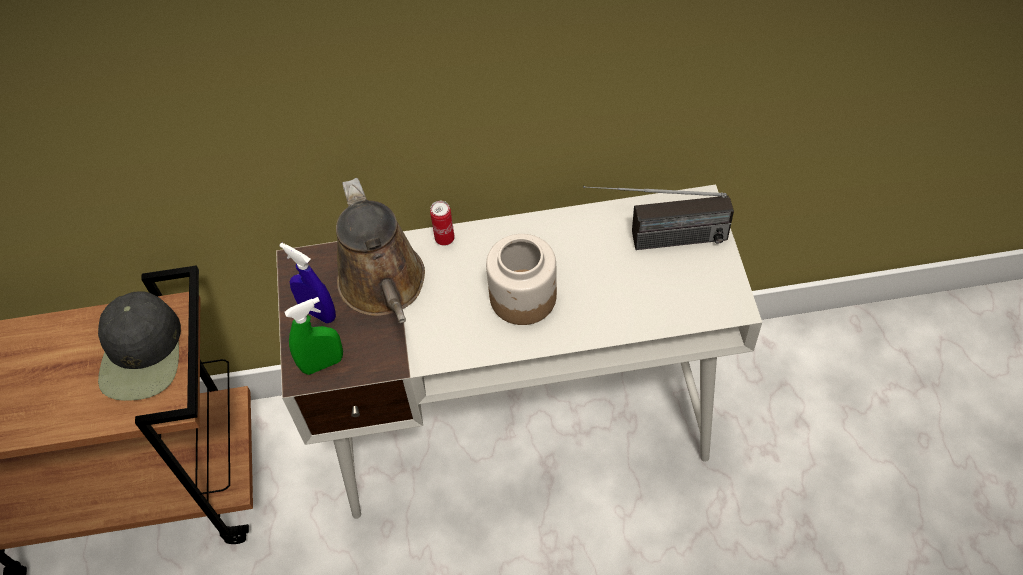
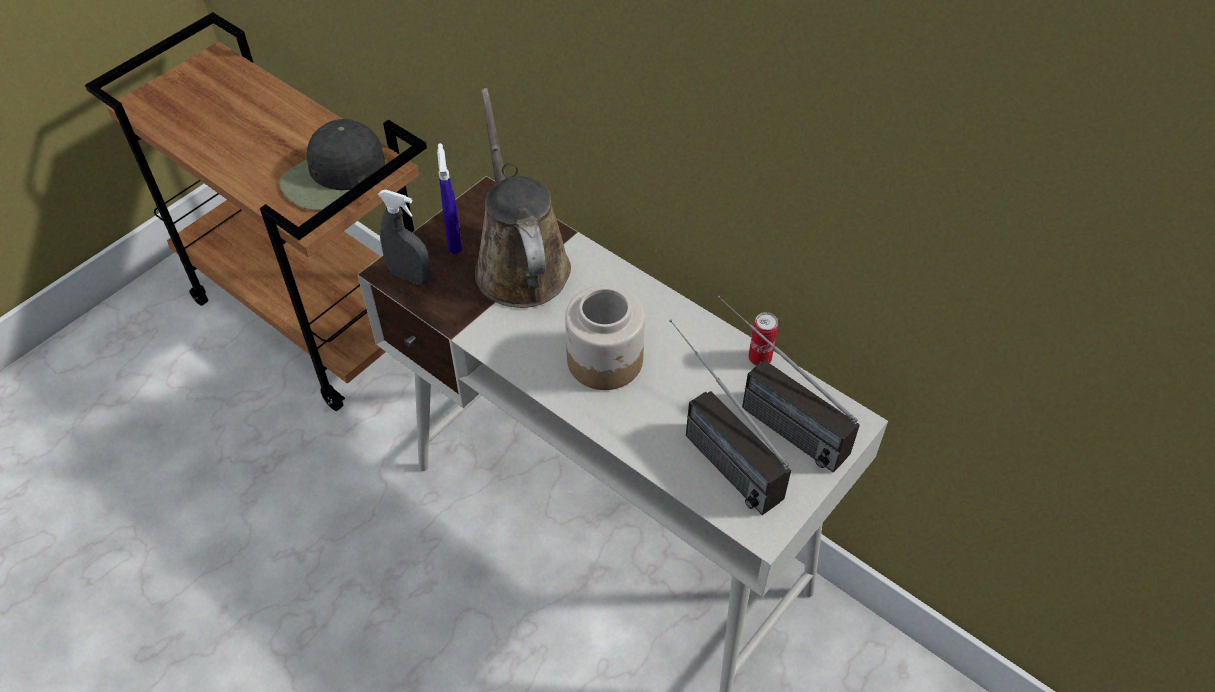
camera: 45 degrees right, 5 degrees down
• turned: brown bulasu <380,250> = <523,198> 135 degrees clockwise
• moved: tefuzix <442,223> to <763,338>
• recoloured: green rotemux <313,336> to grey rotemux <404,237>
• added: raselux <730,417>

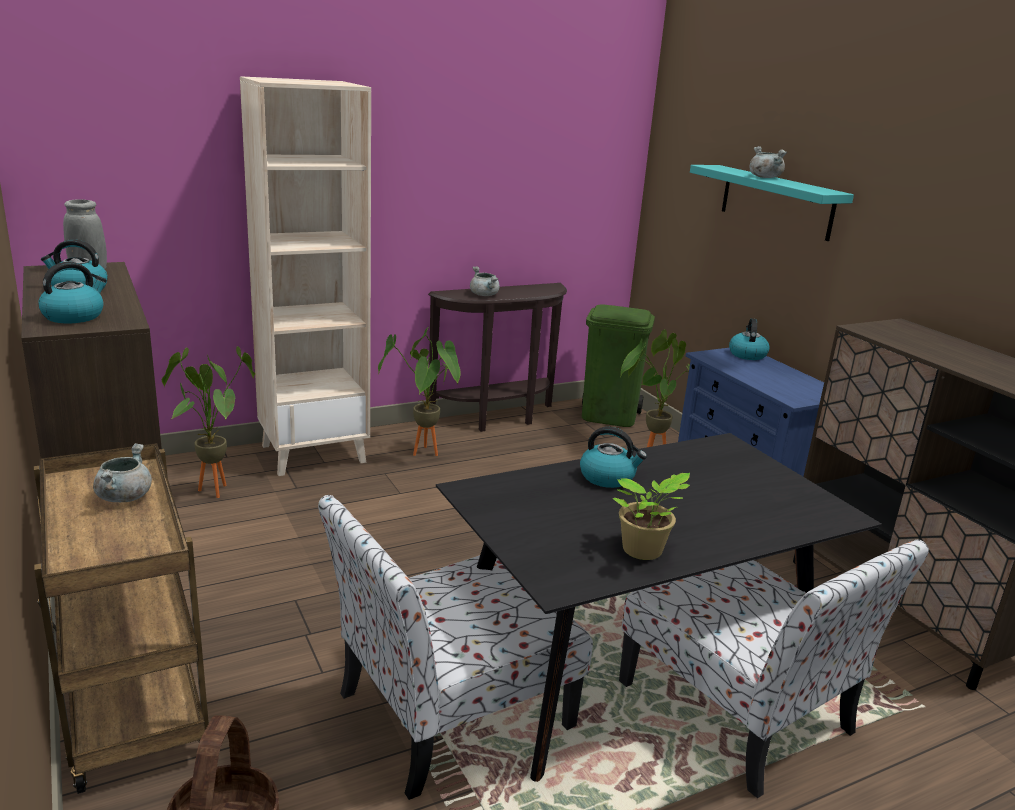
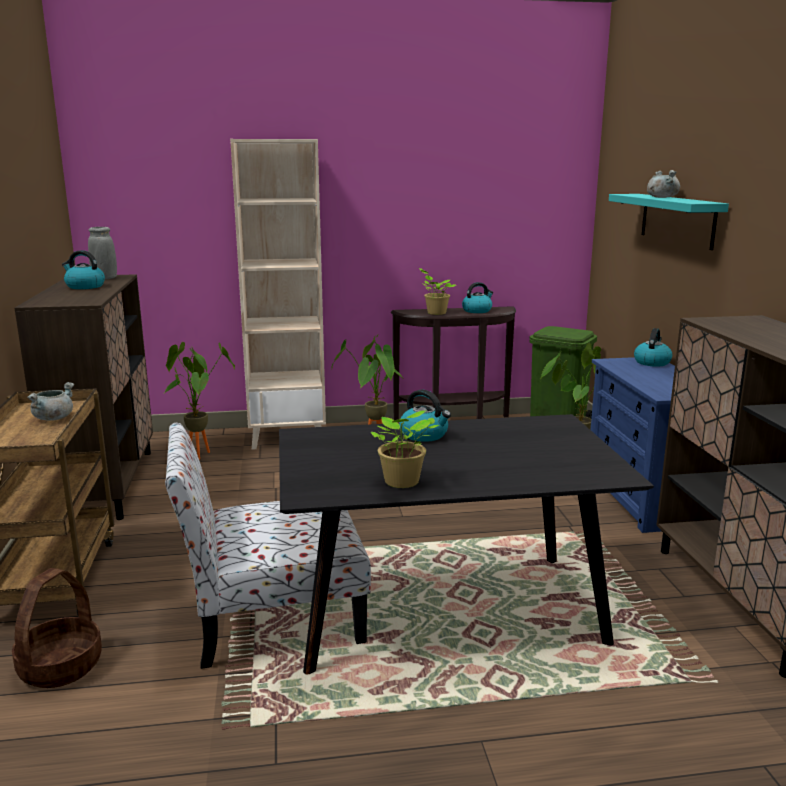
camera: 20 degrees right, 5 degrees down
• moved: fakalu <72,292> to <477,297>
• replaced: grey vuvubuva <485,281> to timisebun <437,291>
• removed: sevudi <774,669>

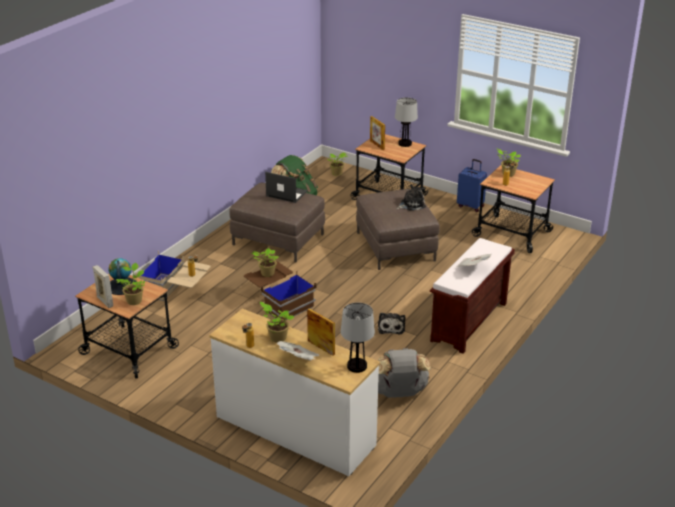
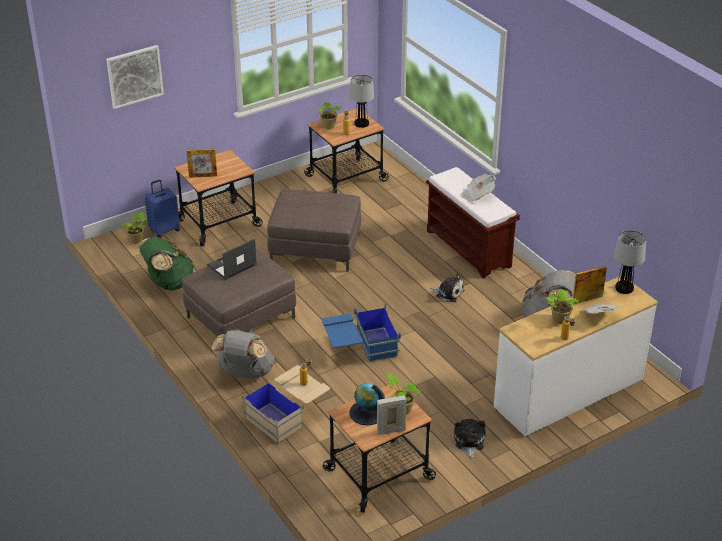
camera: 65 degrees left, 5 degrees up
• moved: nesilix <406,122> to <361,101>
• moved: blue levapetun <472,185> to <162,209>
• moved: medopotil <411,197> to <469,439>
• removed: timisebun <265,262>
• recoloured: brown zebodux <280,290> to blue zebodux <361,333>
• added: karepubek <135,77>
• added: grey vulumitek <243,354>

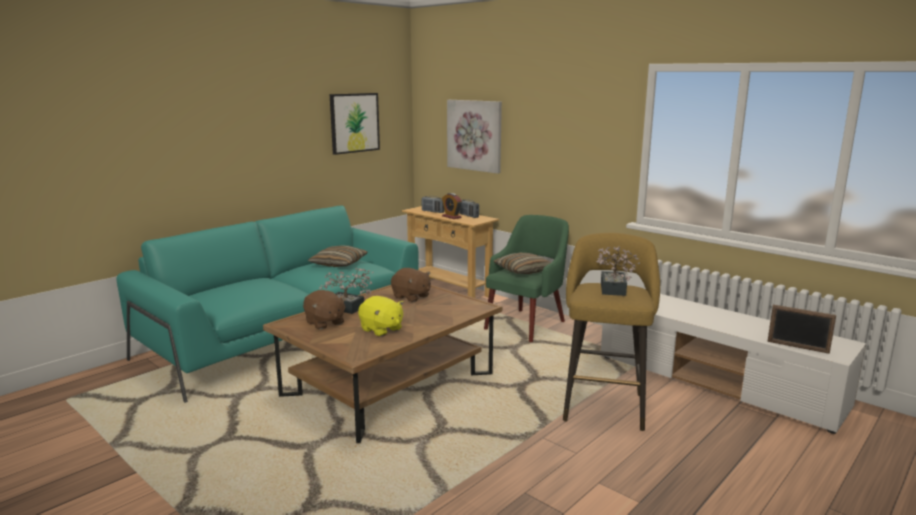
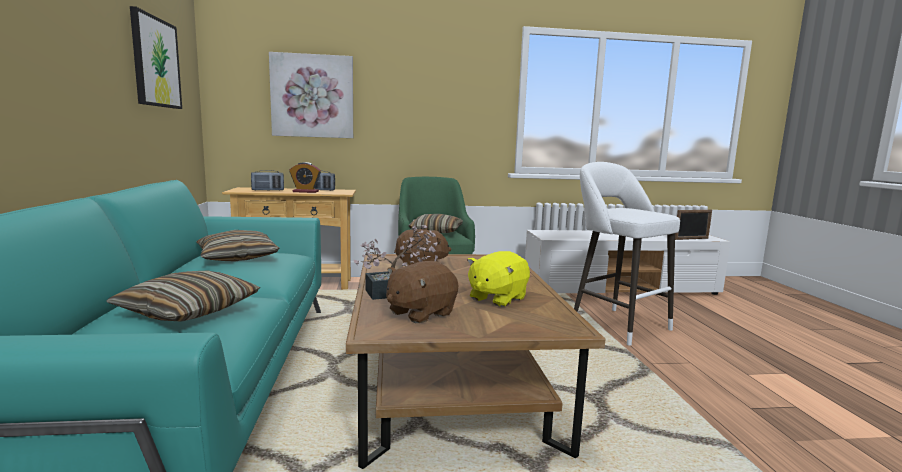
camera: 50 degrees left, 5 degrees down
• recoloured: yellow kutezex <611,332> to white kutezex <627,254>
• removed: timisebun <618,271>
• turned: brown medopotil <324,310> = <422,292> 135 degrees clockwise
• turned: yellow medopotil <381,316> = <498,279> 135 degrees clockwise
• added: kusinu <183,296>

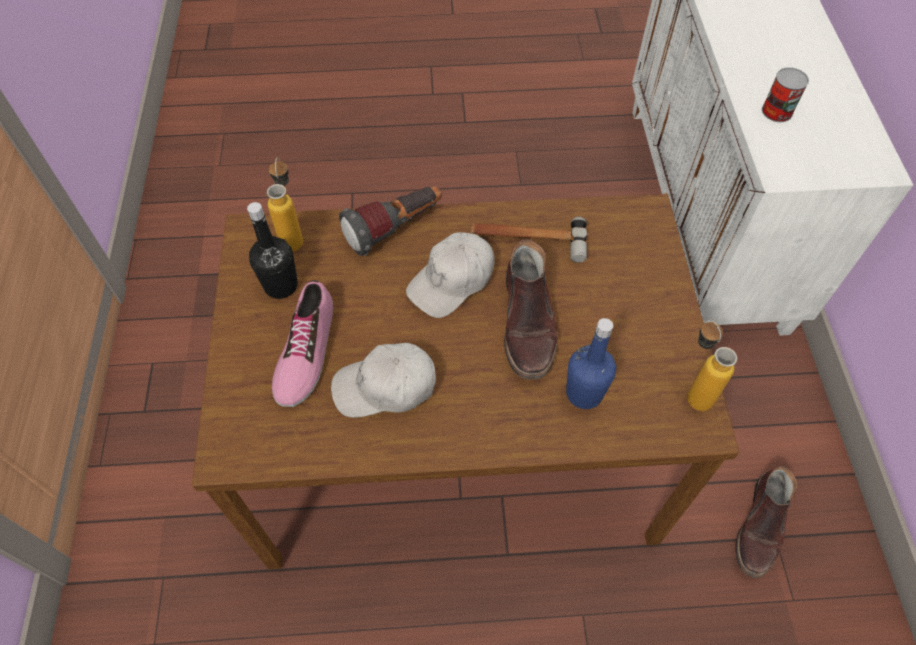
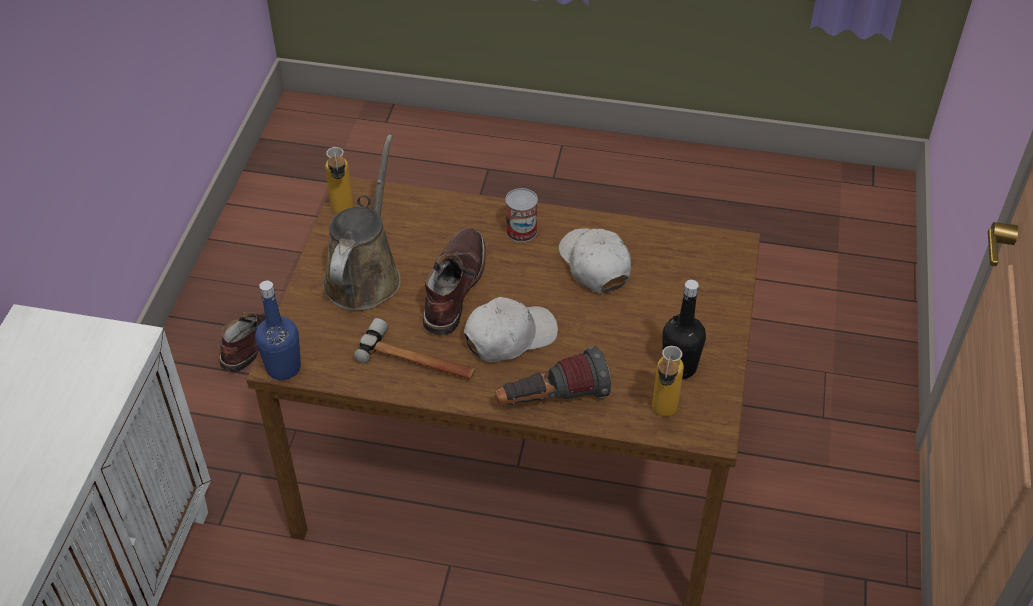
camera: 165 degrees left, 10 degrees down
• moved: tefuzix <785,94> to <521,215>
• removed: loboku <302,343>
• moved: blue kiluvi <591,363> to <278,330>
• turned: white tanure <383,380> = <595,260> 120 degrees counterclockwise
• added: brown bulasu <361,223>

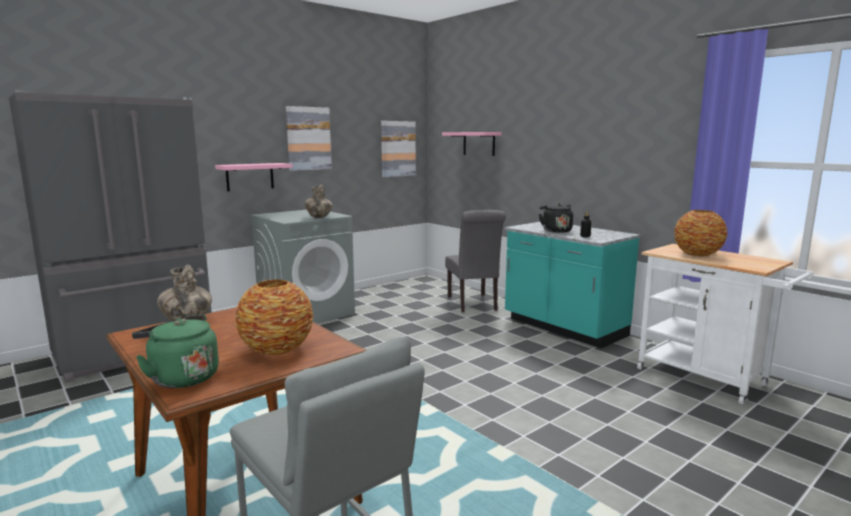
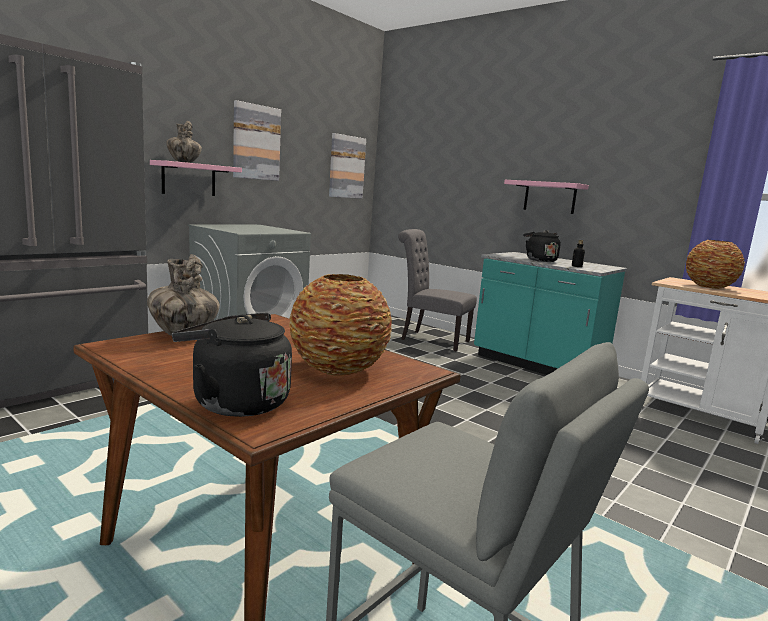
camera: 10 degrees left, 0 degrees up
• moved: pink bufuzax <472,144> to <546,197>
• moved: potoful <318,201> to <184,142>
• turned: grey sevudi <475,261> = <437,290> 135 degrees clockwise
• recoloured: green fakalu <175,351> to black fakalu <232,365>

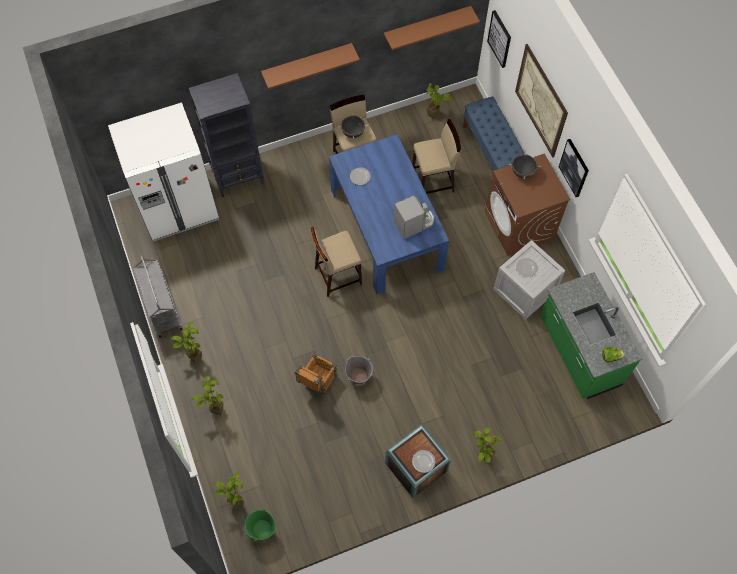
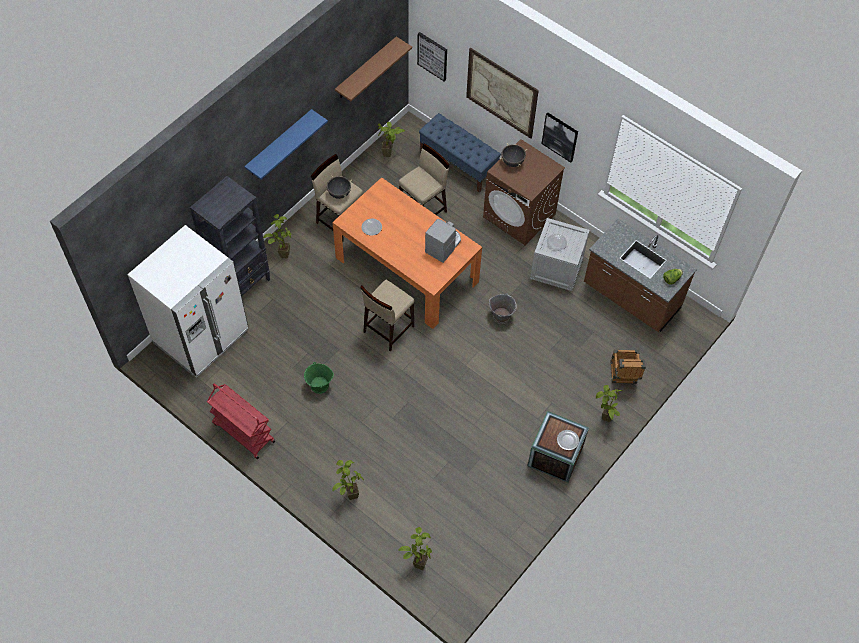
camera: 30 degrees left, 5 degrees down
• recoloured: brown bufuzax <310,66> to blue bufuzax <286,144>
• recoloured: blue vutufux <389,214> to orange vutufux <407,253>
• recoloured: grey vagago <158,296> to red vagago <241,421>
• recoloured: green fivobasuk <591,335> to brown fivobasuk <640,275>
• moved: timisebun <186,342> to <277,236>
• moved: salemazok <316,373> to <628,366>
• moved: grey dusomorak <359,371> to <503,308>
• moved: green dusomorak <260,524> to <319,378>

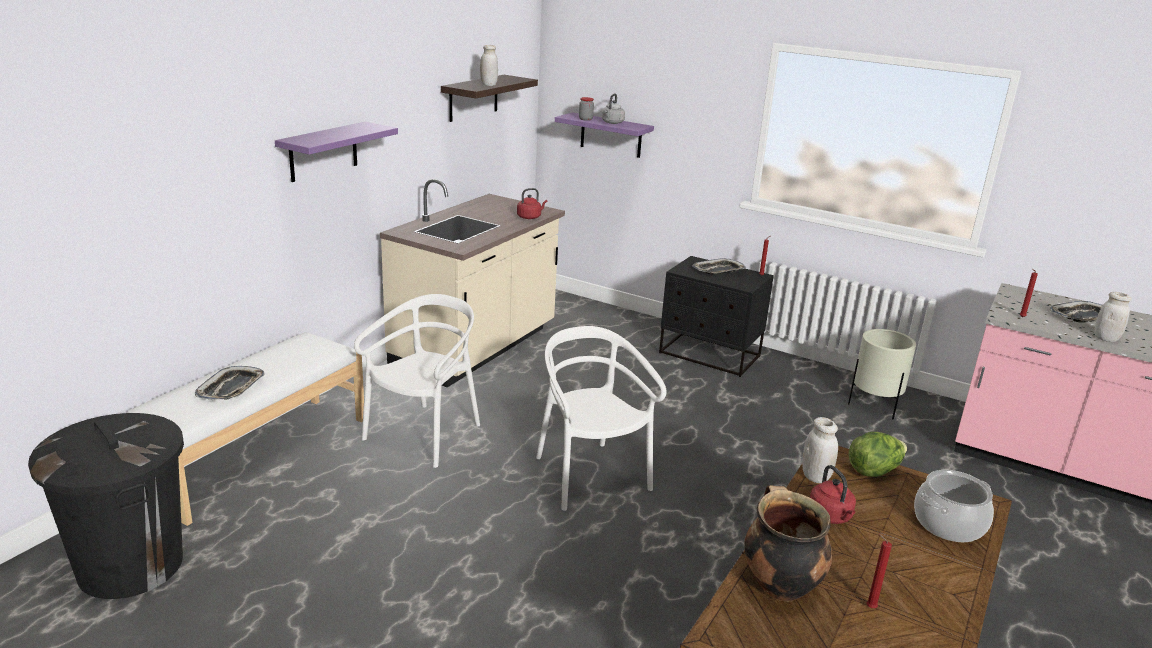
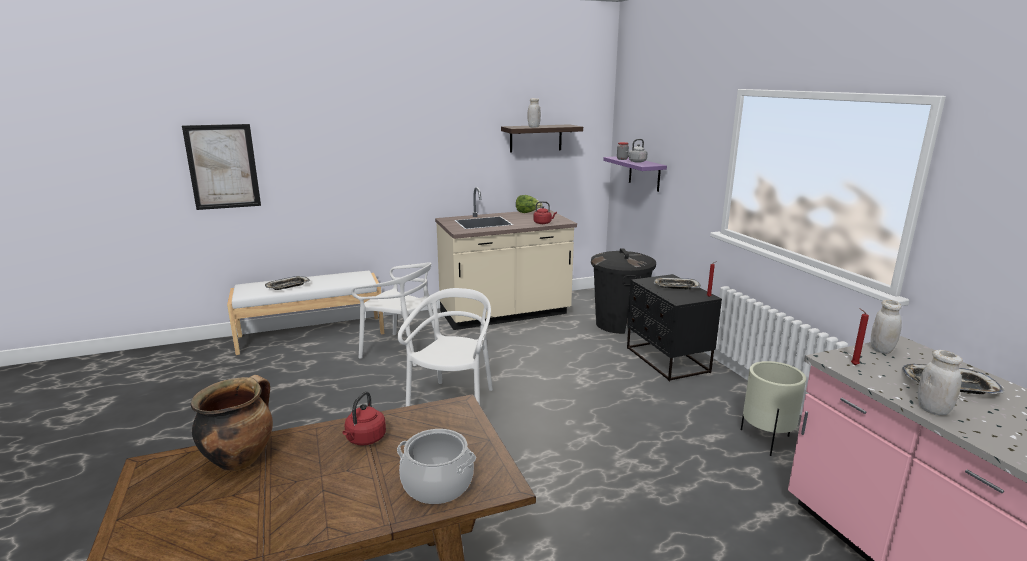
camera: 40 degrees right, 5 degrees down
• removed: purple bufuzax <336,152>
• turned: white sevudi <417,381> = <392,314> 45 degrees clockwise
• moved: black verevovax <106,506> to <623,291>
• moved: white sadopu <820,450> to <886,327>
• moved: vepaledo <878,454> to <529,204>
• removed: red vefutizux <879,571>
• added: karepubek <221,167>

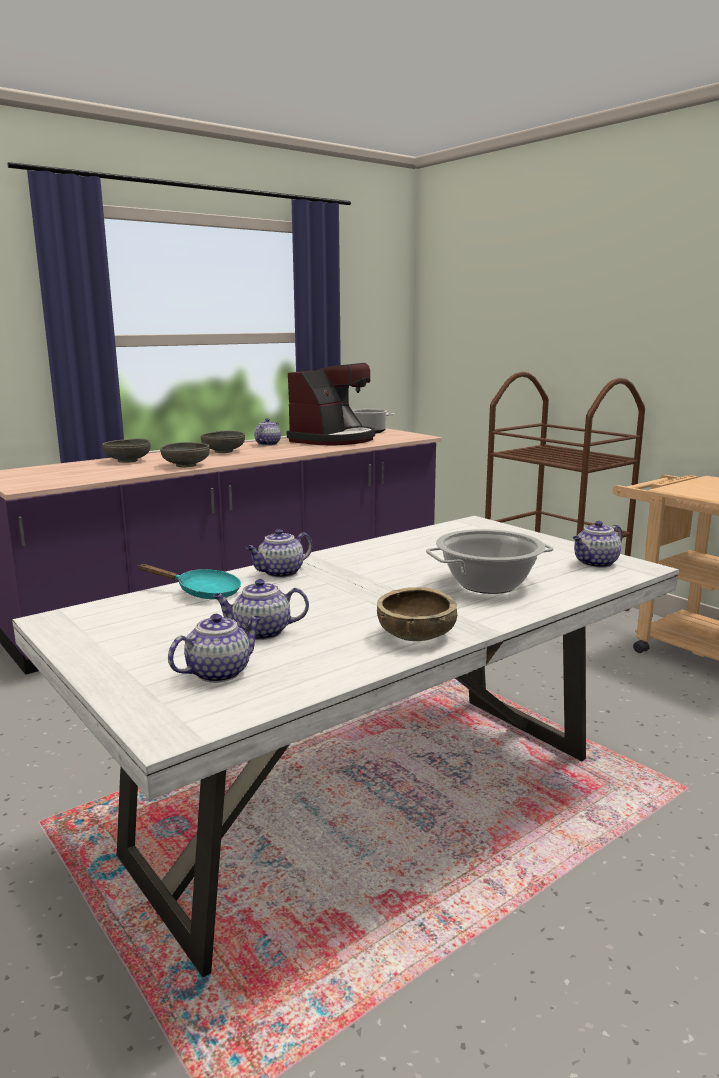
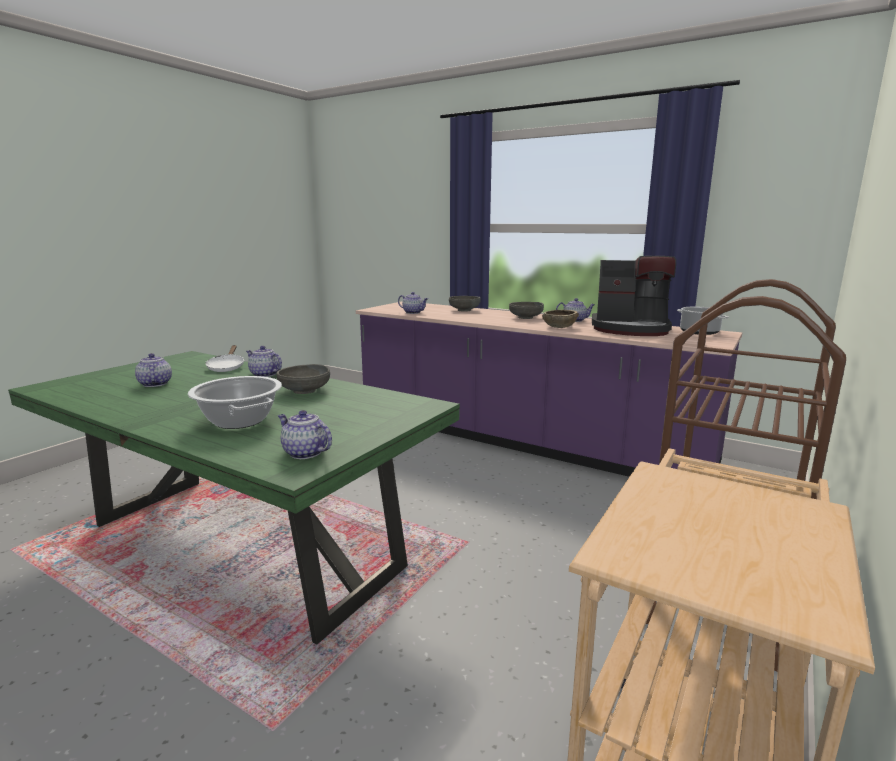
camera: 70 degrees right, 0 degrees up
• moved: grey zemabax <185,454> to <303,379>
• recoloured: white vutufux <345,746> to green vutufux <234,497>
• recoloured: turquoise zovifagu <189,581> to white zovifagu <225,358>
• moved: brown zemabax <417,614> to <560,319>
• moved: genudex <215,648> to <413,303>

